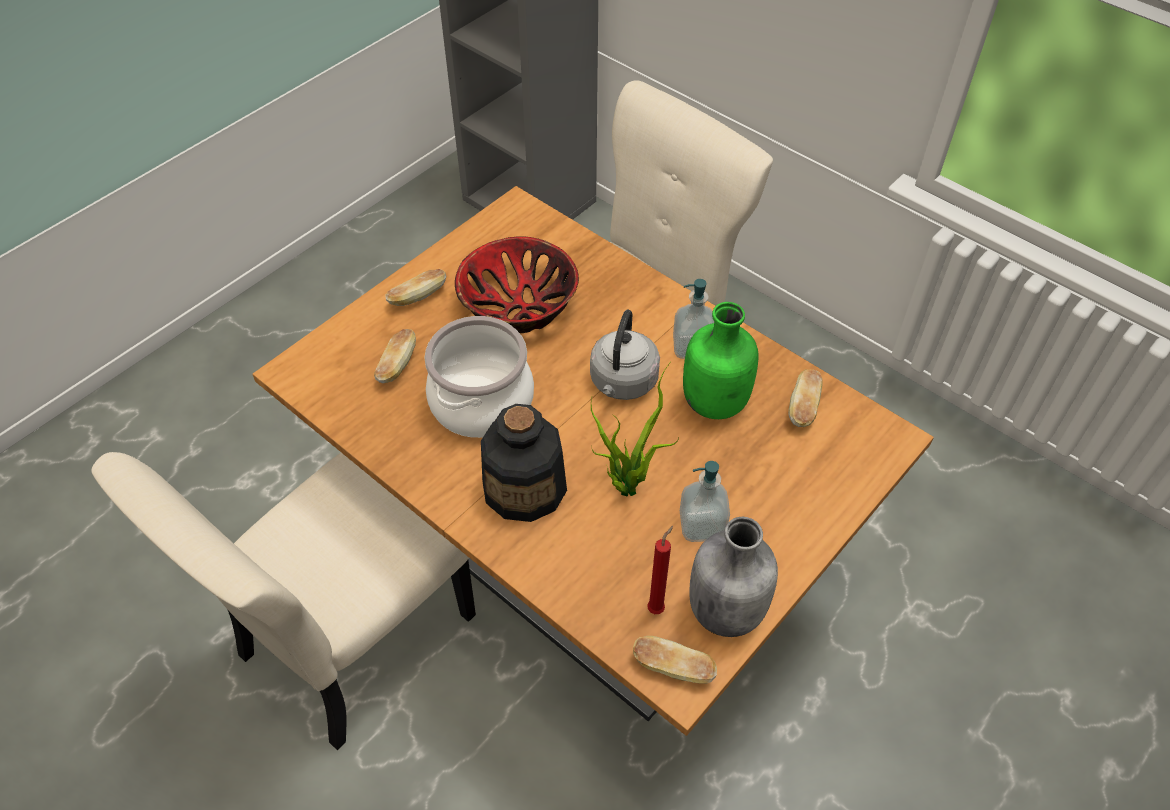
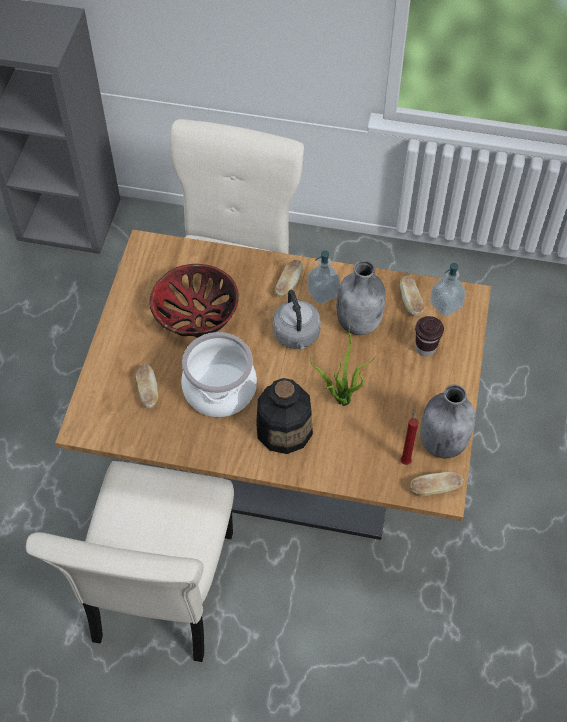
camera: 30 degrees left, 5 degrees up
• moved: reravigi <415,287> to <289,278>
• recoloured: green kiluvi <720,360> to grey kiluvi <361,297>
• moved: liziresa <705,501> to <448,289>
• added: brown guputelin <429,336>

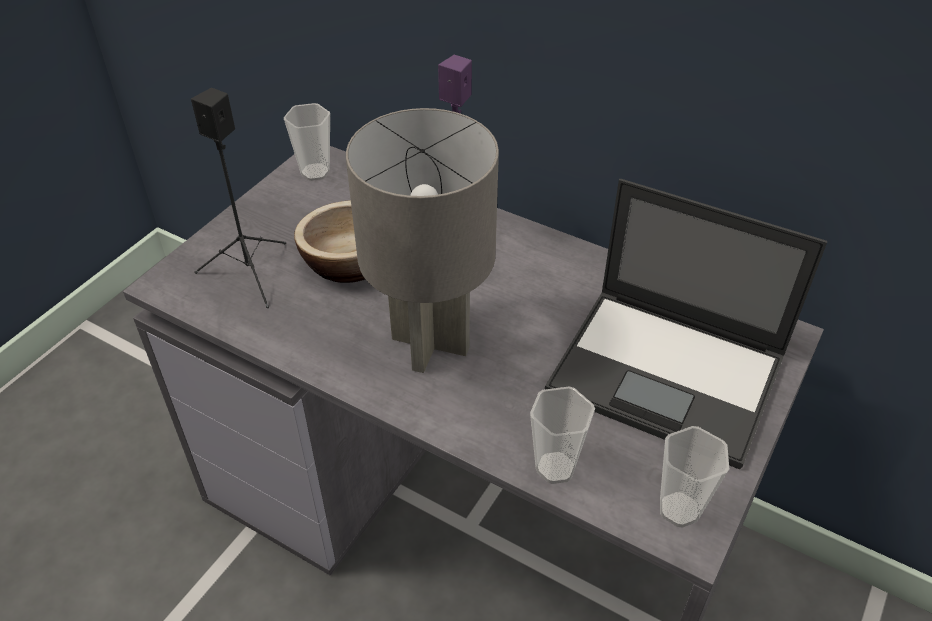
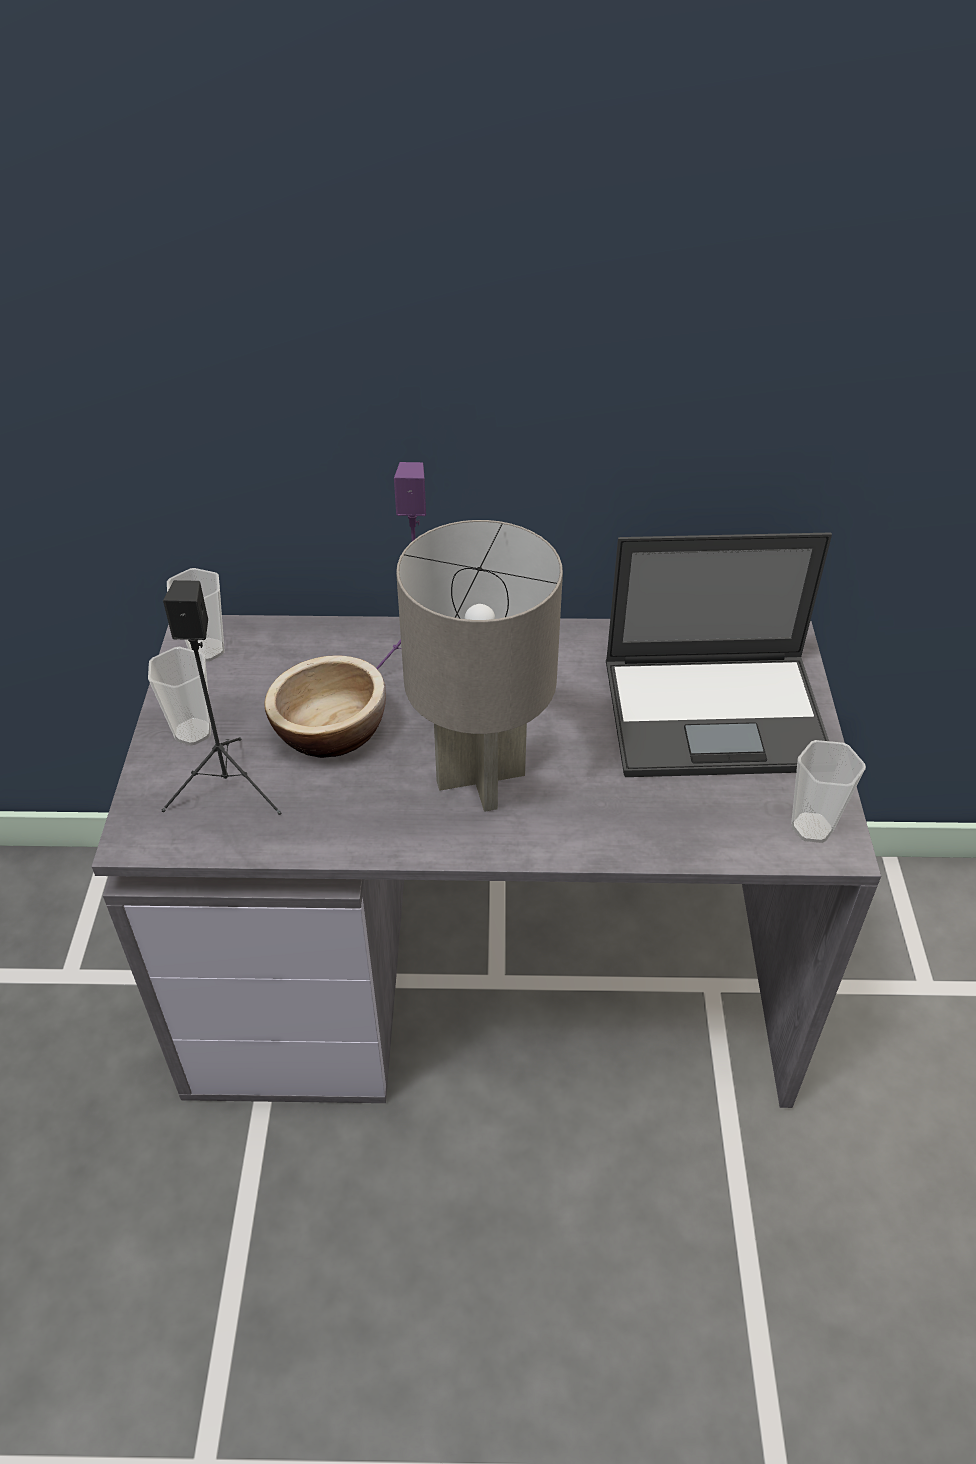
camera: 30 degrees left, 0 degrees up
• moved: guputelin <562,435> to <179,696>

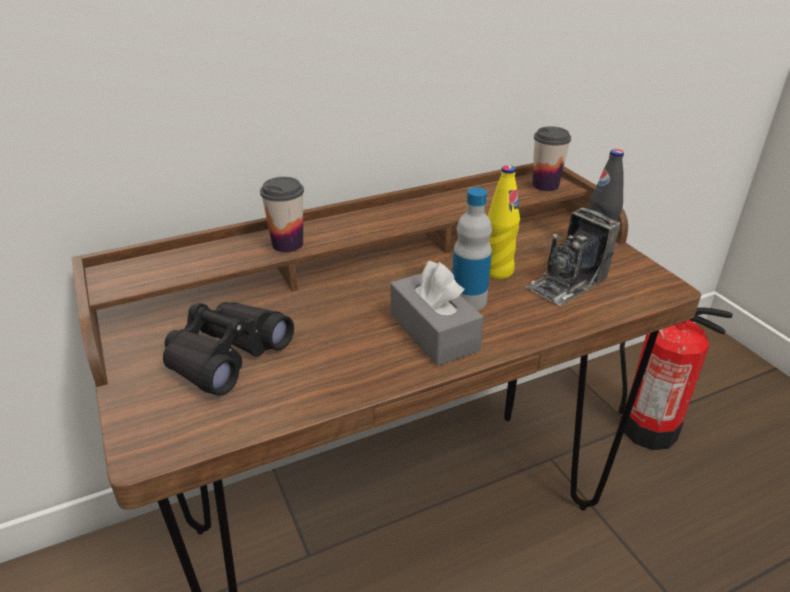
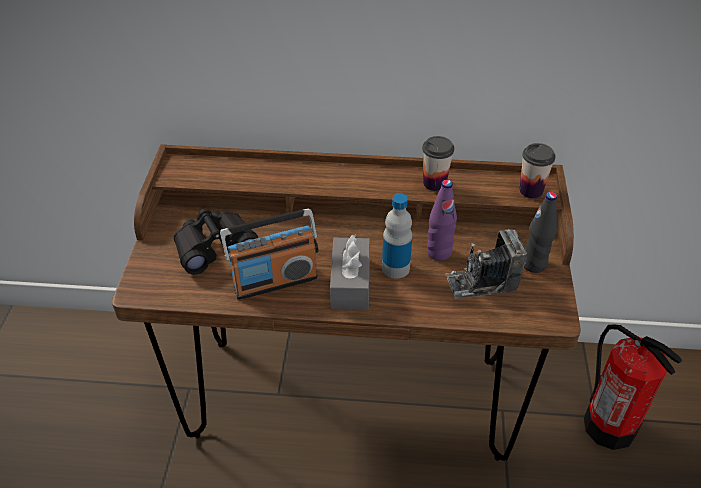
camera: 30 degrees right, 10 degrees up
• recoloured: yellow kiluvi <504,222> to purple kiluvi <442,220>
• moved: guputelin <282,214> to <438,163>
• added: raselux <269,254>

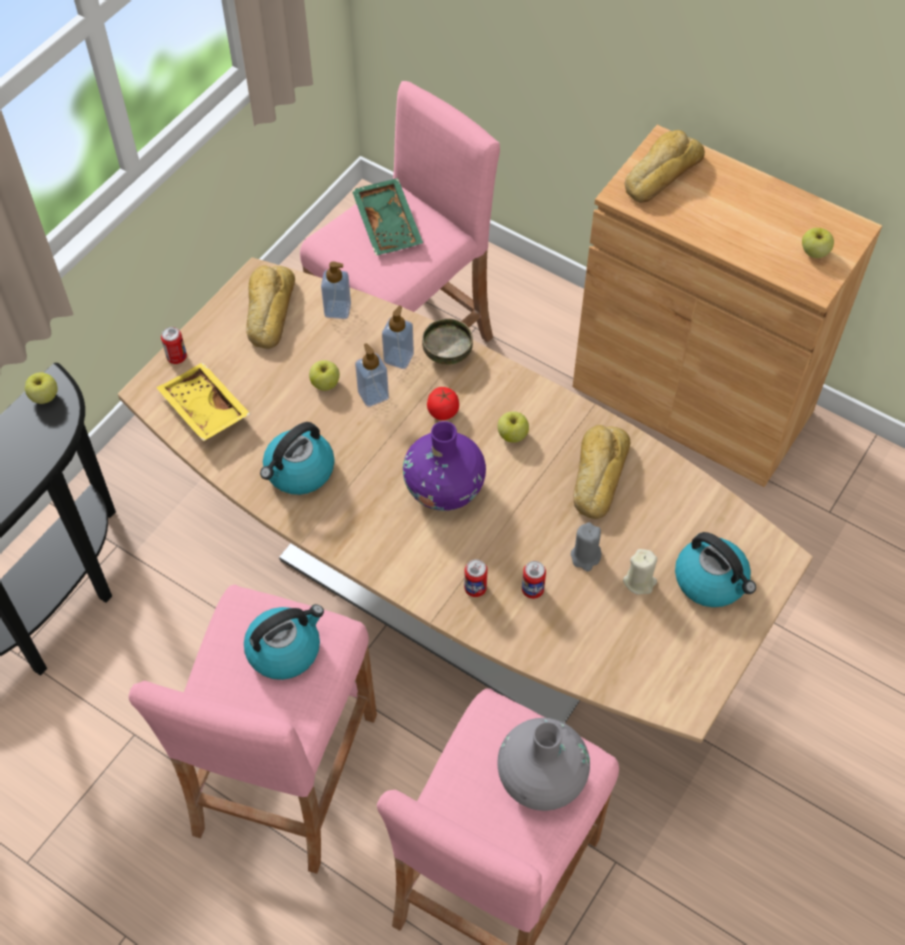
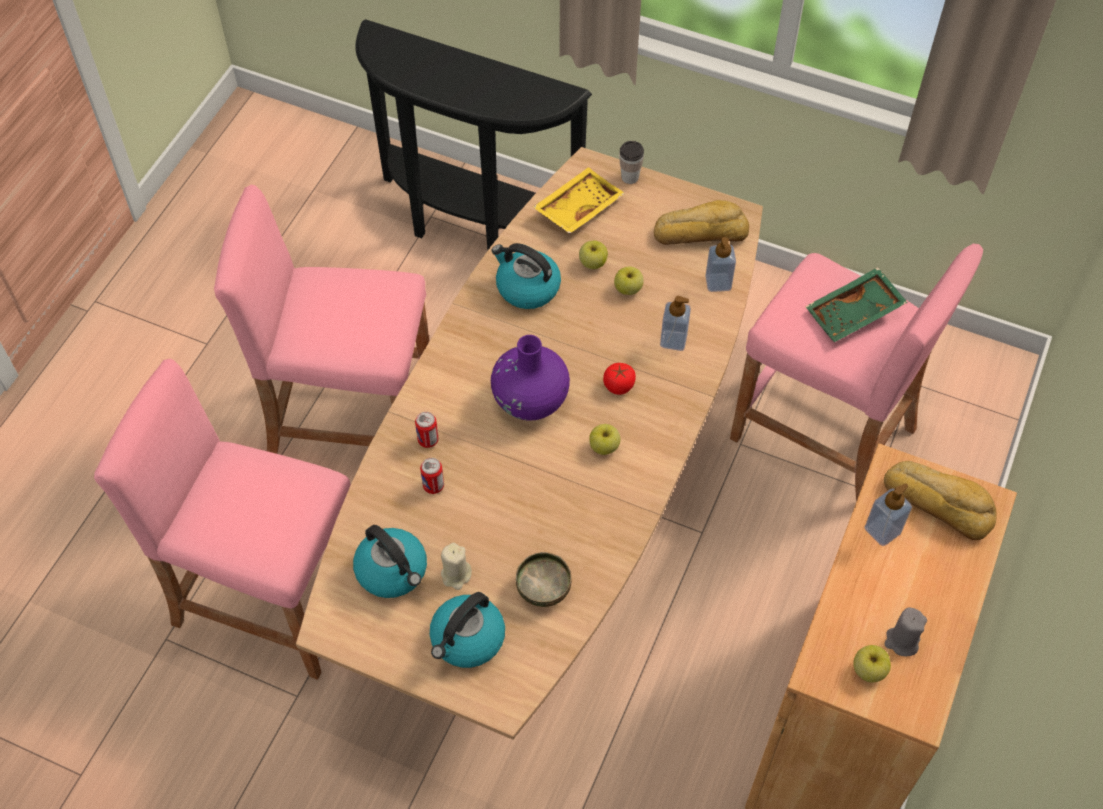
camera: 80 degrees right, 0 degrees up
• moved: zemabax <447,341> to <544,579>
• replaced: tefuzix <174,345> to guputelin <631,162>
• moved: liziresa <372,375> to <888,514>
• moved: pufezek <41,388> to <593,254>
• removed: reravigi <602,472>
• moved: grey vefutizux <586,546> to <906,632>
• moved: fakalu <284,642> to <390,561>
• removed: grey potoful <543,764>

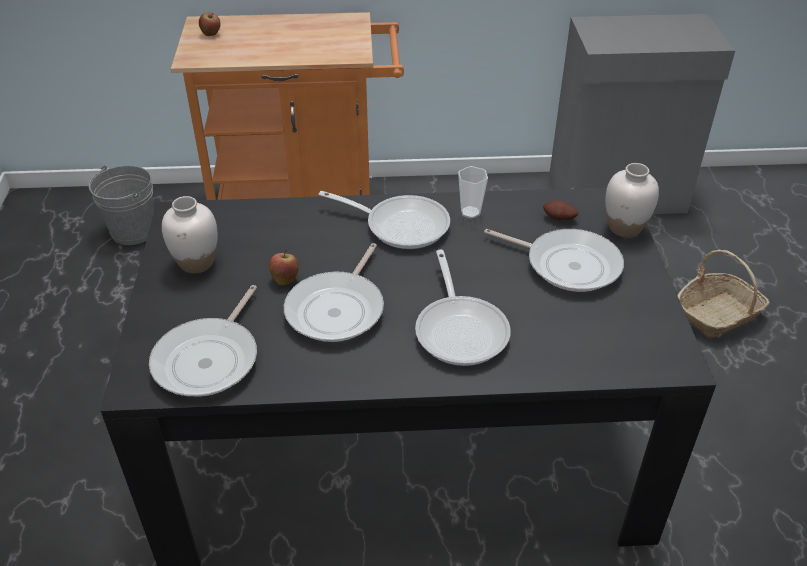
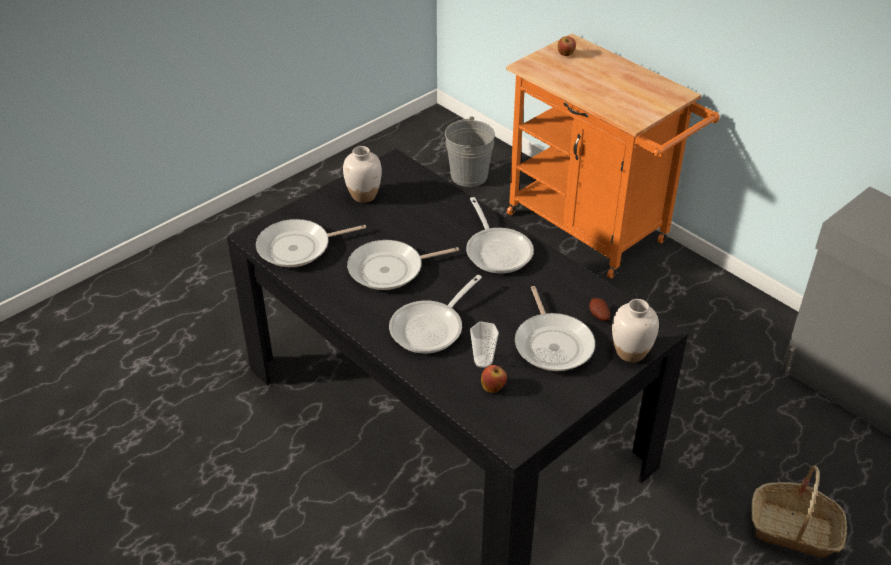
camera: 50 degrees right, 0 degrees up
• moved: guputelin <473,192> to <484,345>
• moved: pufezek <283,267> to <494,379>

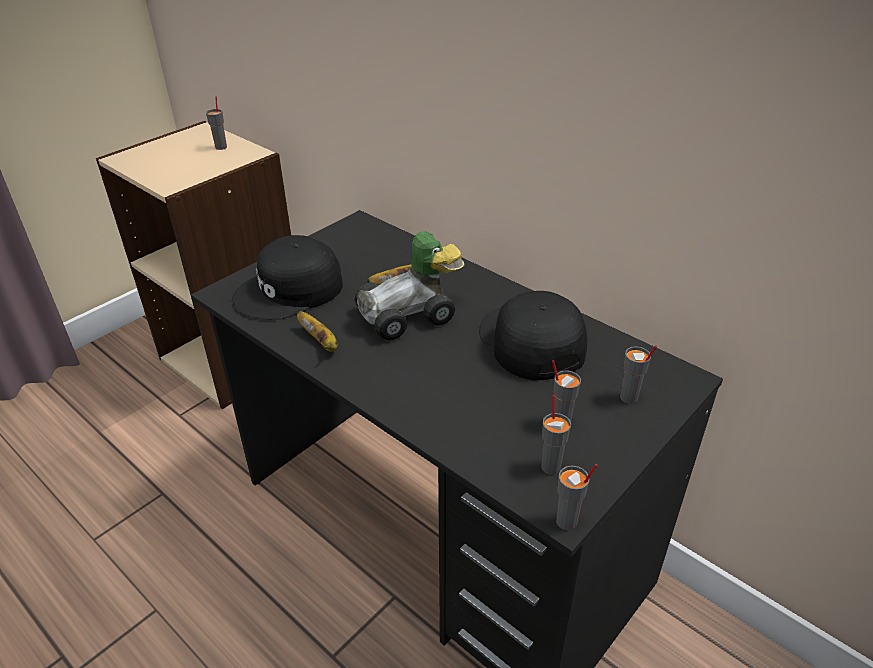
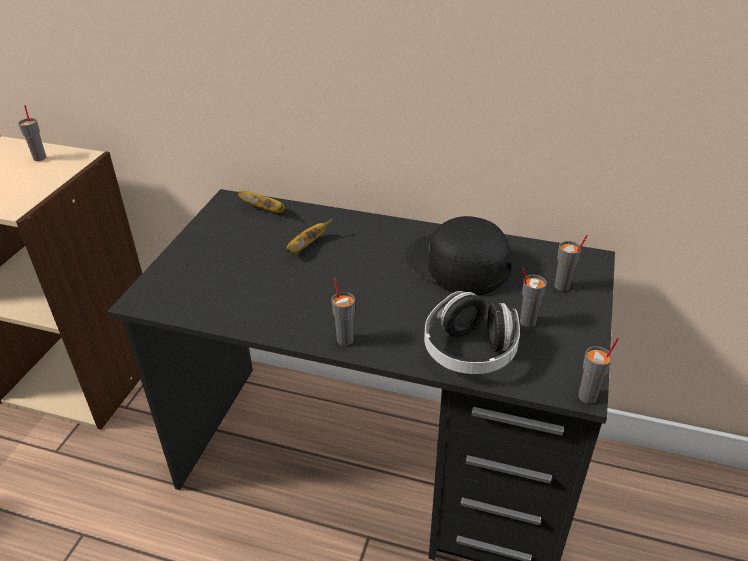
camera: 25 degrees left, 0 degrees up
• removed: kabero <409,285>
• removed: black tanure <287,277>
• moved: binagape <317,331> to <261,202>
• moved: grey guputelin <556,435> to <343,312>
• added: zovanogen <472,332>

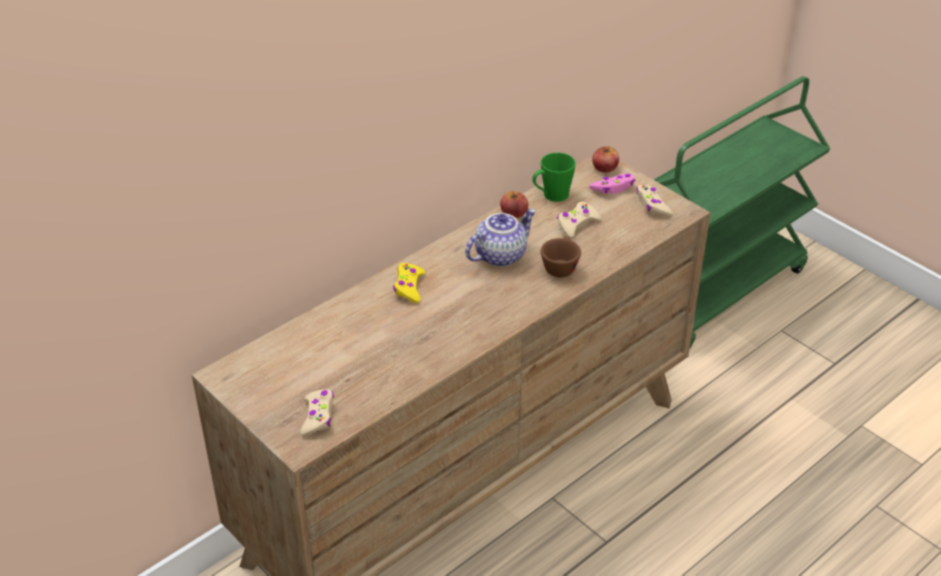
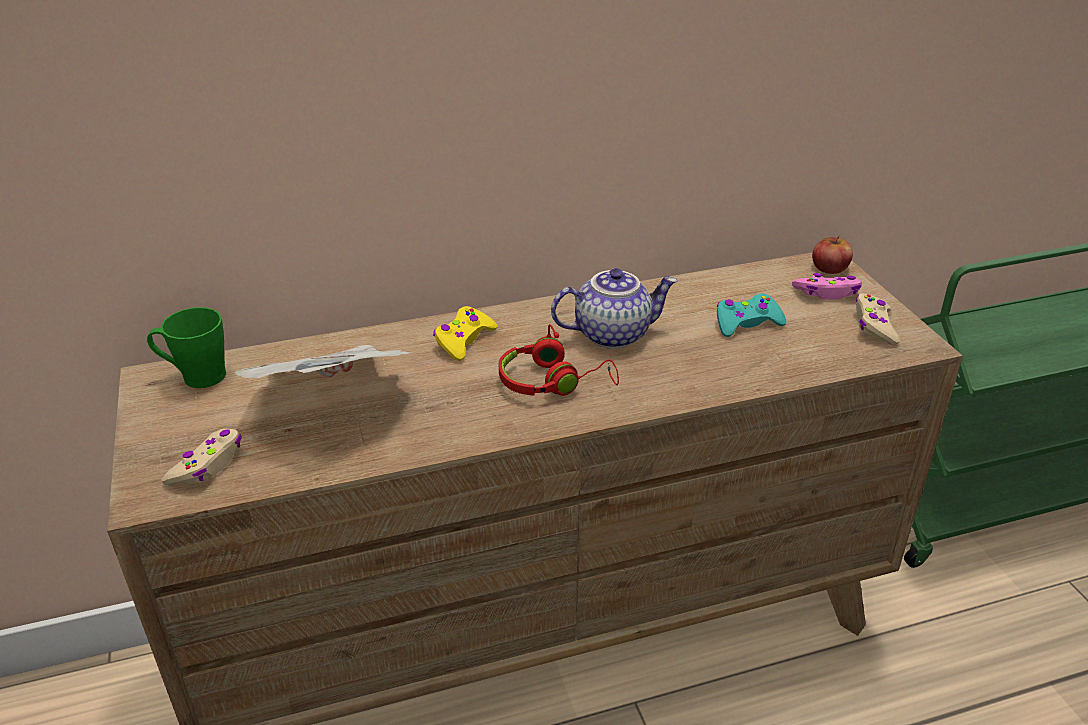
camera: 25 degrees right, 5 degrees down
• moved: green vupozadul <554,177> to <186,347>
• removed: pufezek <514,204>
• recoloured: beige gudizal <579,220> to turquoise gudizal <751,315>
• removed: brown guputelin <561,256>
• added: red zovanogen <559,360>
• added: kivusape <325,361>

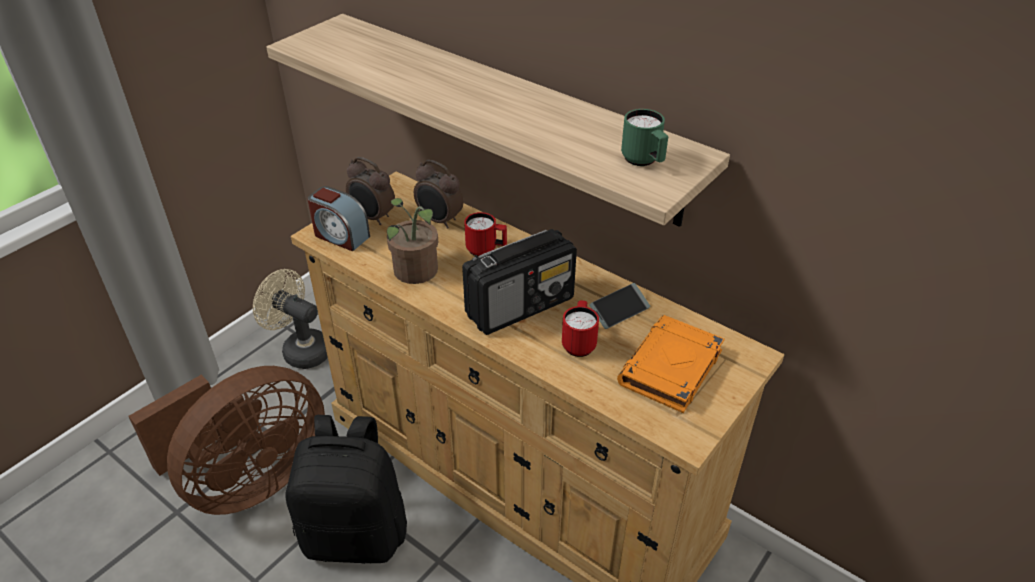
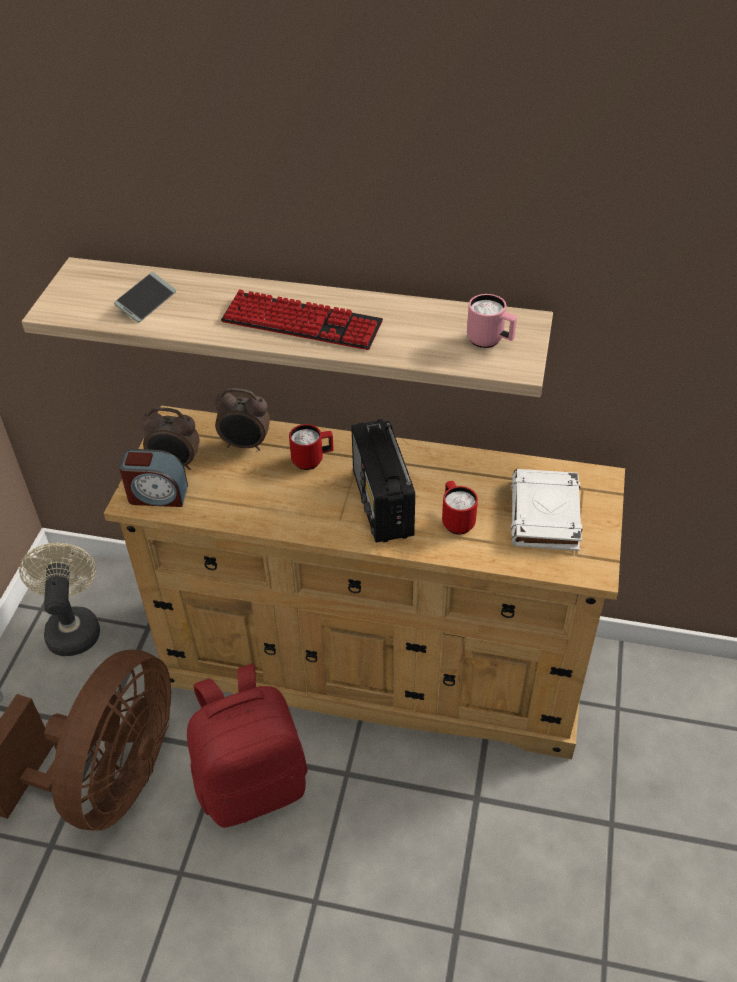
camera: 25 degrees left, 5 degrees up
• recoloured: green vupozadul <644,137> to pink vupozadul <492,321>
• removed: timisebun <412,241>
• turned: raselux <519,282> = <383,481> 135 degrees clockwise
• turned: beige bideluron <290,319> = <59,599> 75 degrees clockwise
• moved: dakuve <619,306> to <145,297>
• recoloured: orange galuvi <671,364> to white galuvi <546,510>
• recoloured: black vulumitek <346,489> to red vulumitek <247,746>
• added: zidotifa <302,319>

